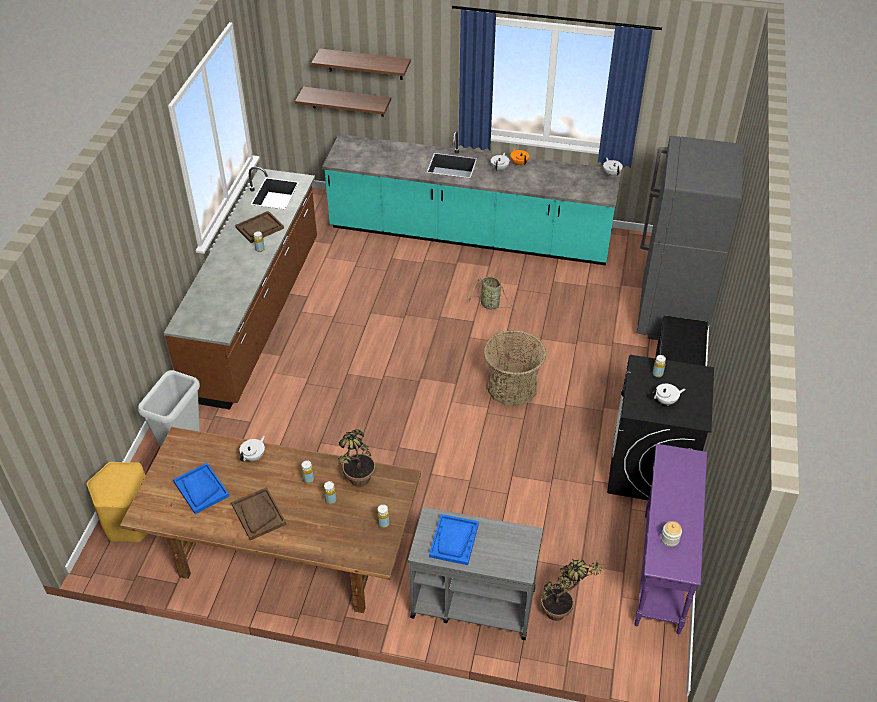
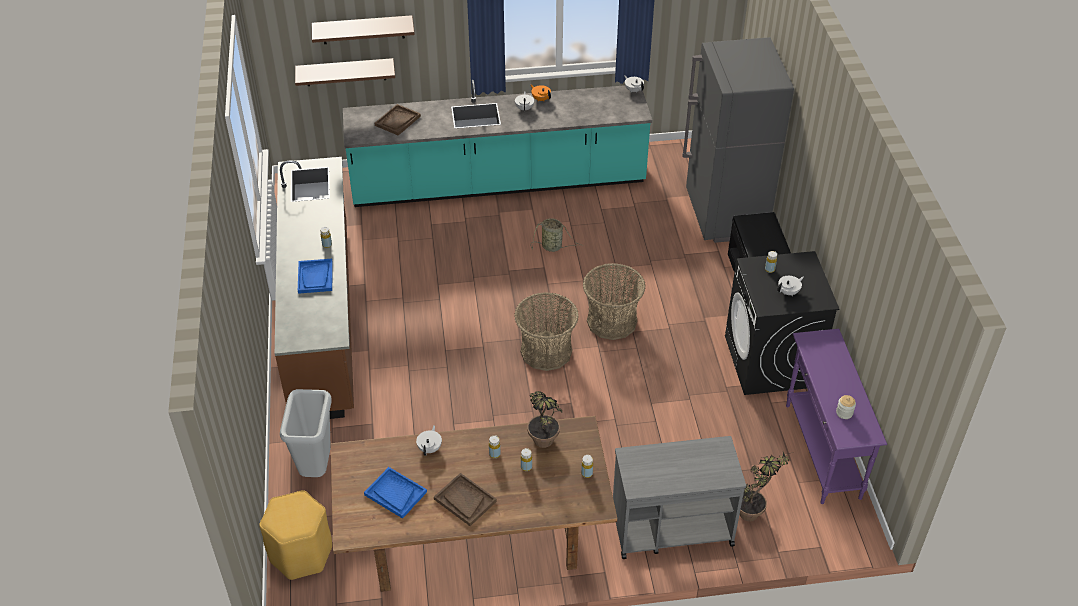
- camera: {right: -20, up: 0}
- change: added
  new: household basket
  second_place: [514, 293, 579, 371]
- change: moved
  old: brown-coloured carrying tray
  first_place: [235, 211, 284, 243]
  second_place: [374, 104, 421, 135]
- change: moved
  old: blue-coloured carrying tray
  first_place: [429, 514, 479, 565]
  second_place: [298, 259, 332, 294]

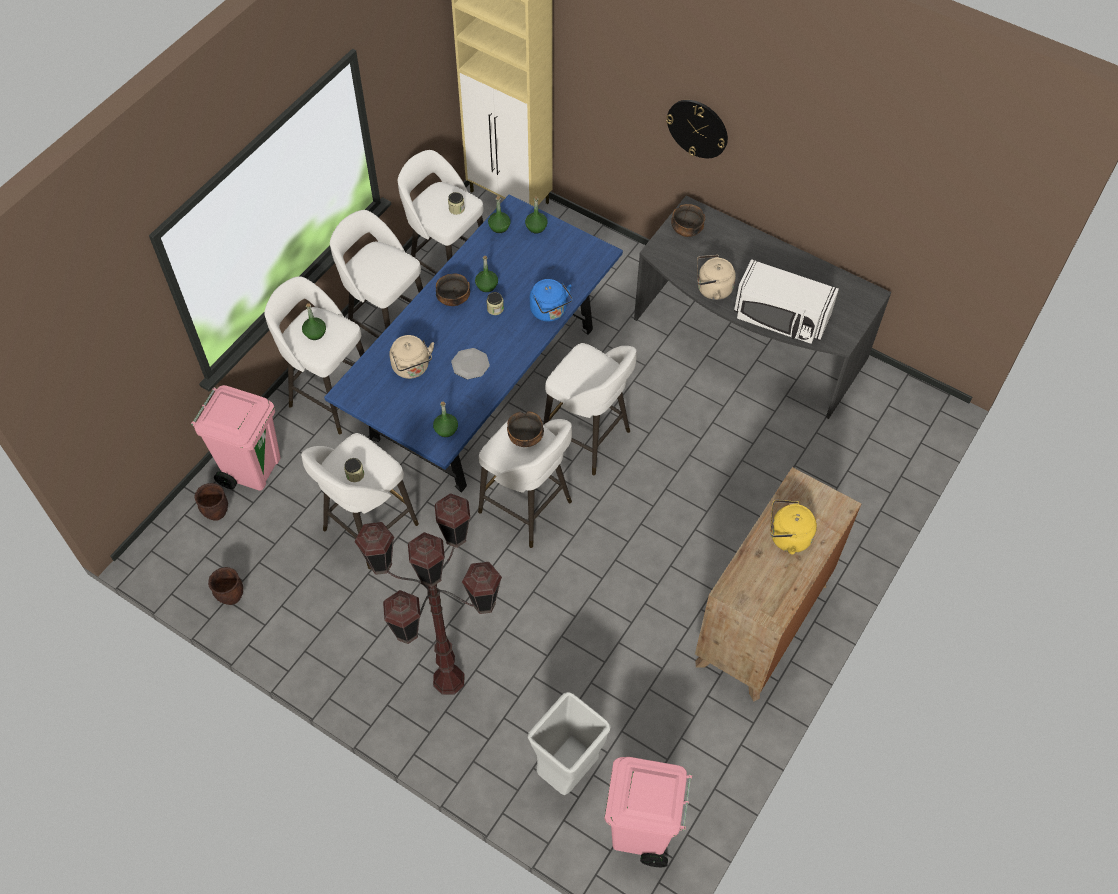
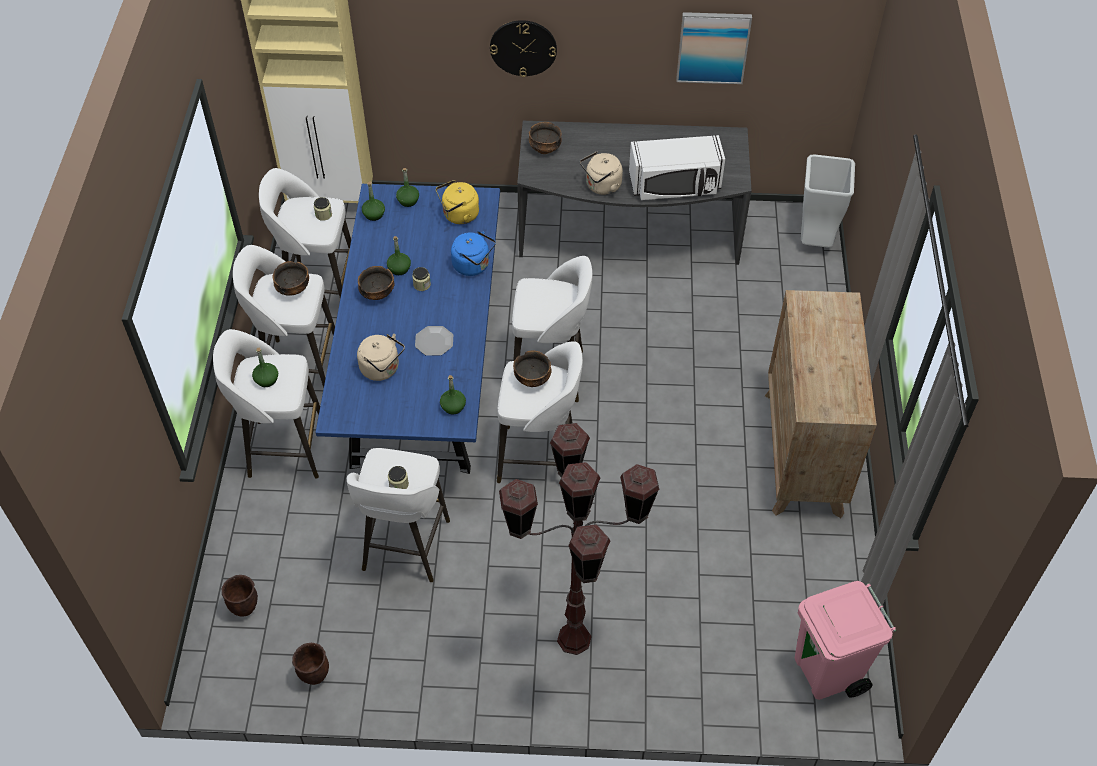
- camera: {right: -30, up: -5}
- change: removed
  old: pink-coloured waste bin
  first_place: [191, 385, 281, 491]
- change: added
  new: serving bowl
  second_place: [273, 261, 309, 296]
- change: added
  new: wall picture
  second_place: [676, 12, 752, 84]
- change: moved
  old: grey waste bin
  first_place: [528, 692, 611, 795]
  second_place: [801, 154, 855, 248]
- change: moved
  old: yellow water kettle
  first_place: [770, 500, 817, 555]
  second_place: [436, 180, 479, 224]

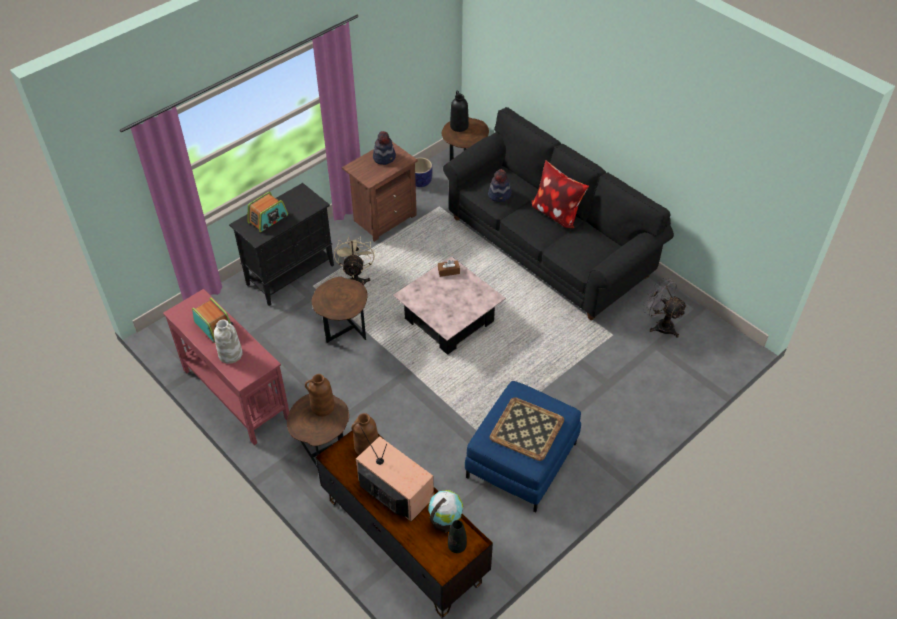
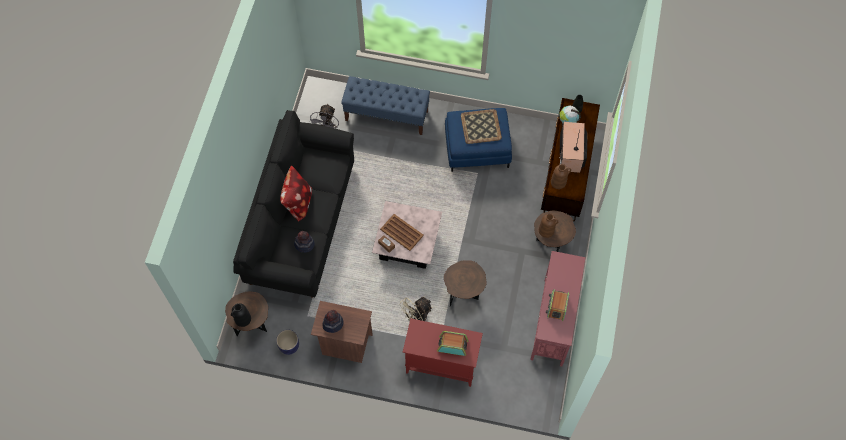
- camera: {right: -125, up: 15}
- change: removed
  old: white-coloured vase
  first_place: [214, 320, 243, 364]
- change: added
  new: blue-coloured indoor bench
  second_place: [341, 76, 430, 135]
- change: added
  new: brown-coloured carrying tray
  second_place: [380, 214, 424, 251]
- change: recoloured
  old: black cupboard
  new: red cupboard
  first_place: [229, 183, 334, 306]
  second_place: [403, 318, 483, 387]

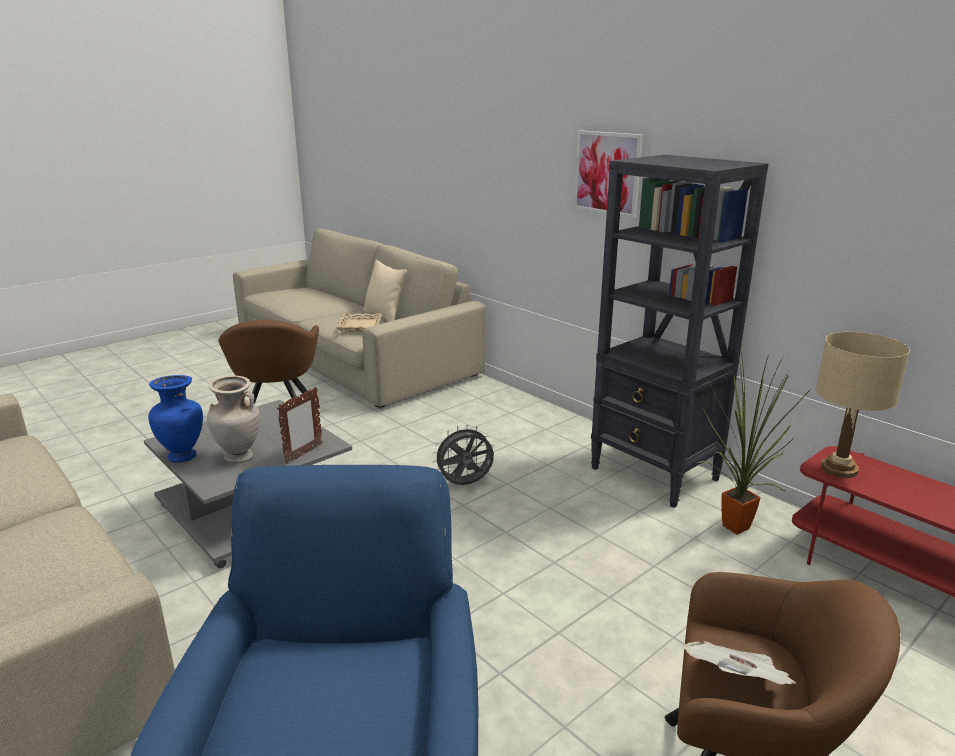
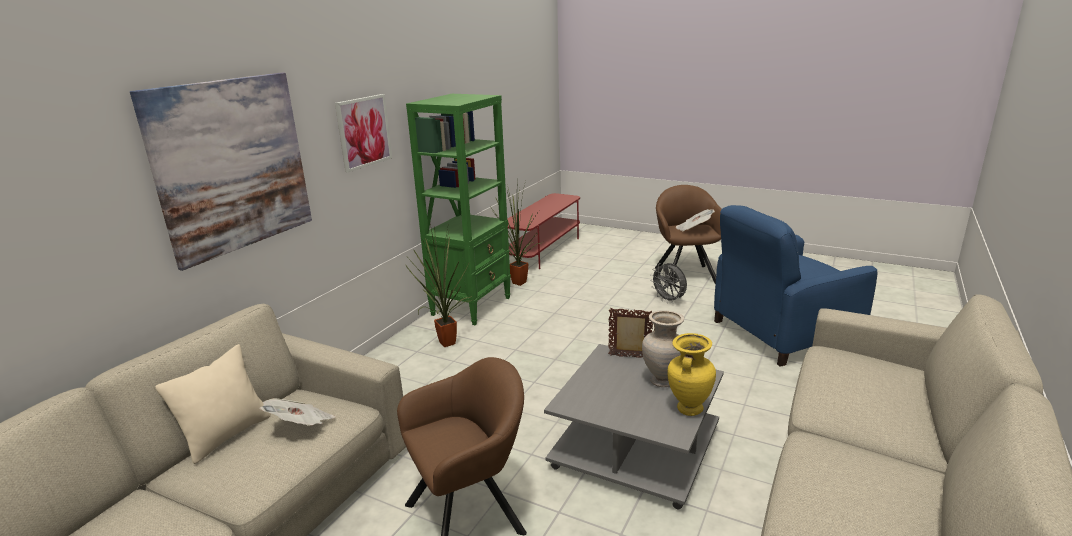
- camera: {right: -110, up: 0}
- change: removed
  old: beige table lamp
  first_place: [816, 332, 910, 478]
- change: added
  new: wall picture
  second_place: [130, 73, 312, 271]
- change: added
  new: potted plant
  second_place: [406, 224, 472, 347]
- change: moved
  old: grey fan
  first_place: [432, 425, 494, 485]
  second_place: [650, 263, 687, 303]
- change: replaced
  old: beige carrying tray
  new: daily paper
  first_place: [336, 313, 382, 332]
  second_place: [260, 398, 335, 426]
- change: recoloured
  old: blue-coloured vase
  new: yellow vase
  first_place: [148, 375, 203, 463]
  second_place: [667, 333, 716, 416]
- change: recoloured
  old: black bookshelf
  new: green-coloured bookshelf
  first_place: [591, 155, 768, 508]
  second_place: [406, 94, 511, 325]

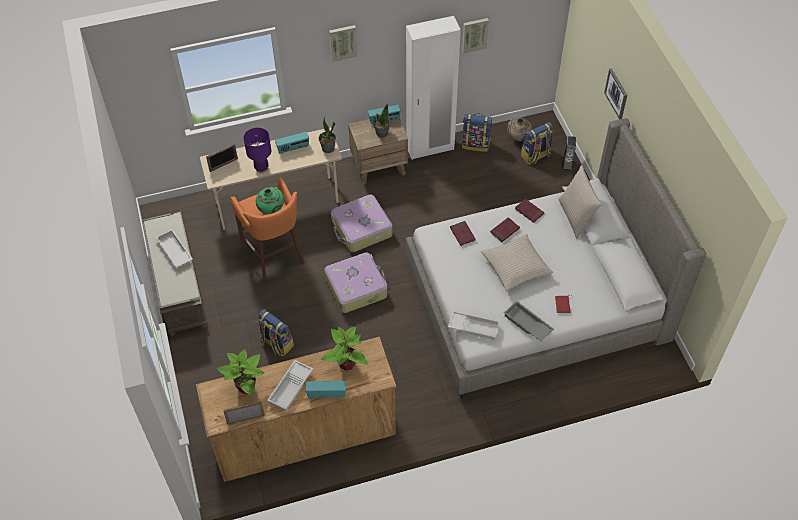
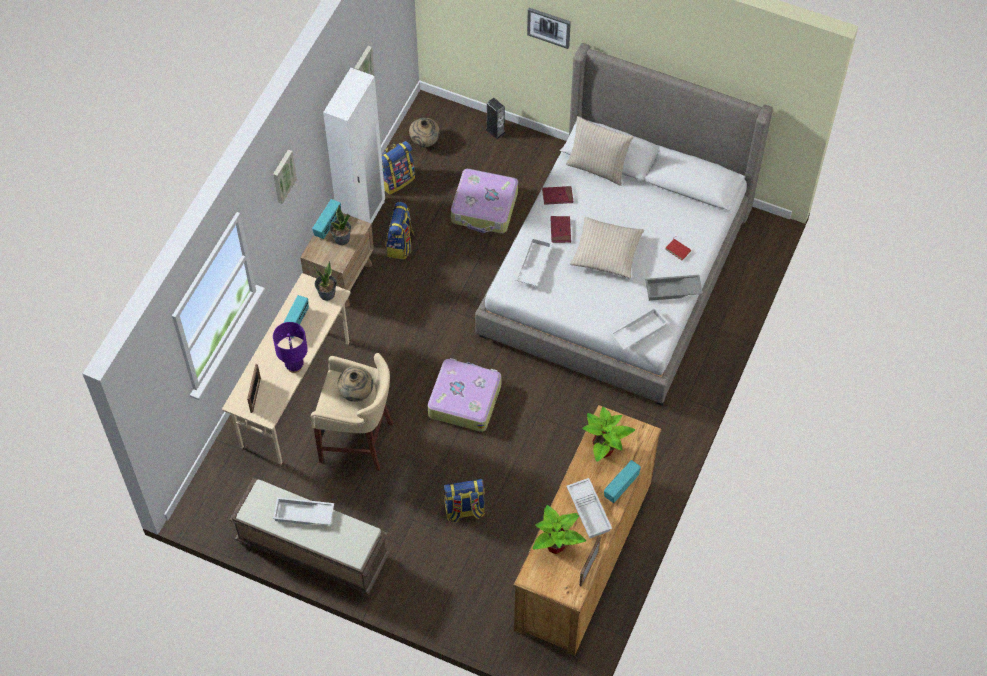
- camera: {right: -50, up: 5}
- change: moved
  old: suitcase
  first_place: [331, 194, 393, 252]
  second_place: [451, 169, 518, 233]
- change: moved
  old: backpack
  first_place: [521, 122, 554, 165]
  second_place: [385, 202, 415, 259]
- change: replaced
  old: red book
  new: white-coloured carrying tray
  first_place: [450, 221, 476, 246]
  second_place: [515, 237, 553, 286]
- change: recoloured
  old: orangey sitting stool
  new: beige sitting stool
  first_place: [231, 178, 304, 280]
  second_place: [311, 353, 393, 471]
- change: recoloured
  old: green-coloured vase
  new: beige vase
  first_place: [256, 187, 284, 215]
  second_place: [338, 366, 374, 402]

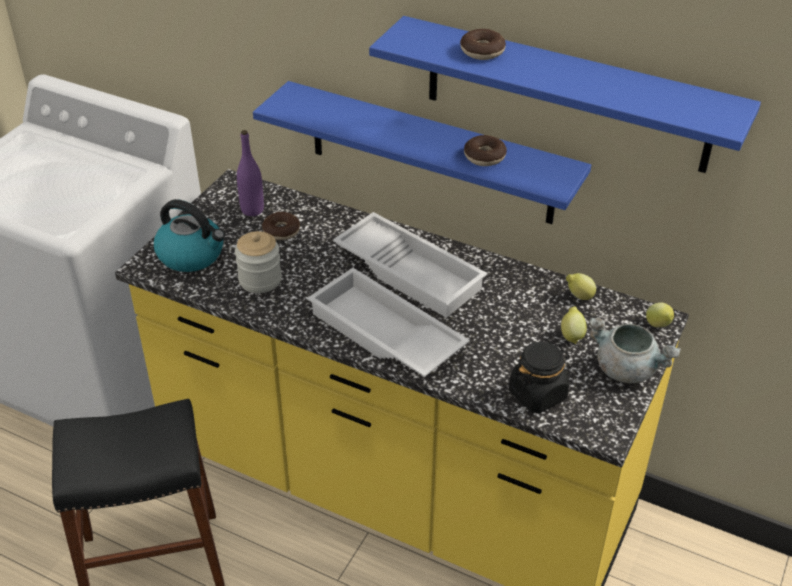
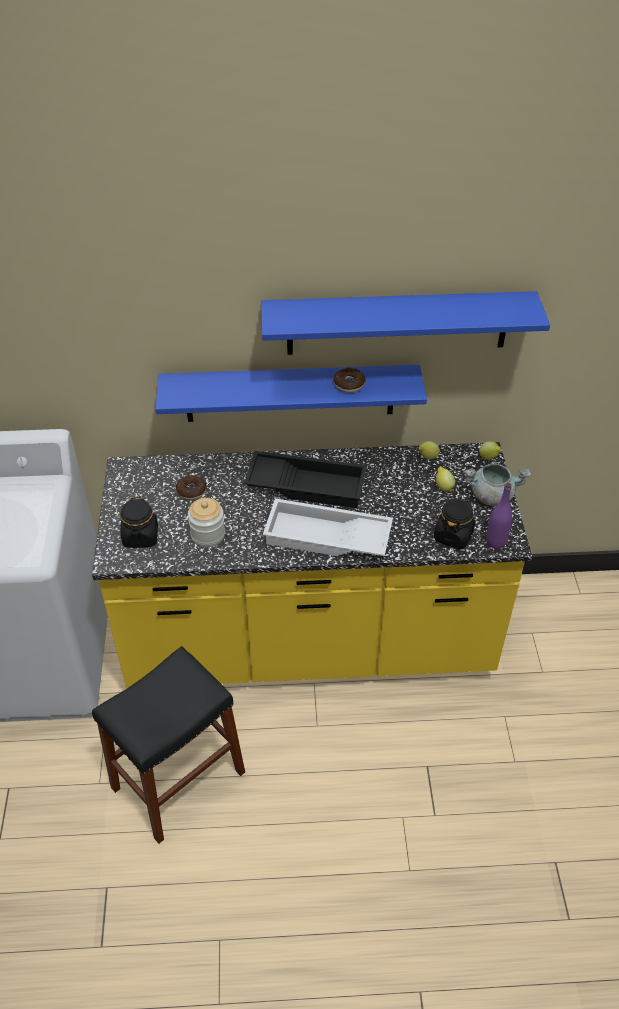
- camera: {right: -30, up: 5}
- change: removed
  old: ring doughnut
  first_place: [460, 29, 506, 60]
- change: moved
  old: purple-coloured bottle
  first_place: [237, 130, 264, 216]
  second_place: [486, 483, 512, 549]
- change: replaced
  old: water kettle
  new: black storage jar
  first_place: [154, 199, 225, 272]
  second_place: [120, 497, 158, 548]
- change: recoloured
  old: white-coloured carrying tray
  new: black carrying tray
  first_place: [333, 212, 487, 318]
  second_place: [244, 451, 367, 508]

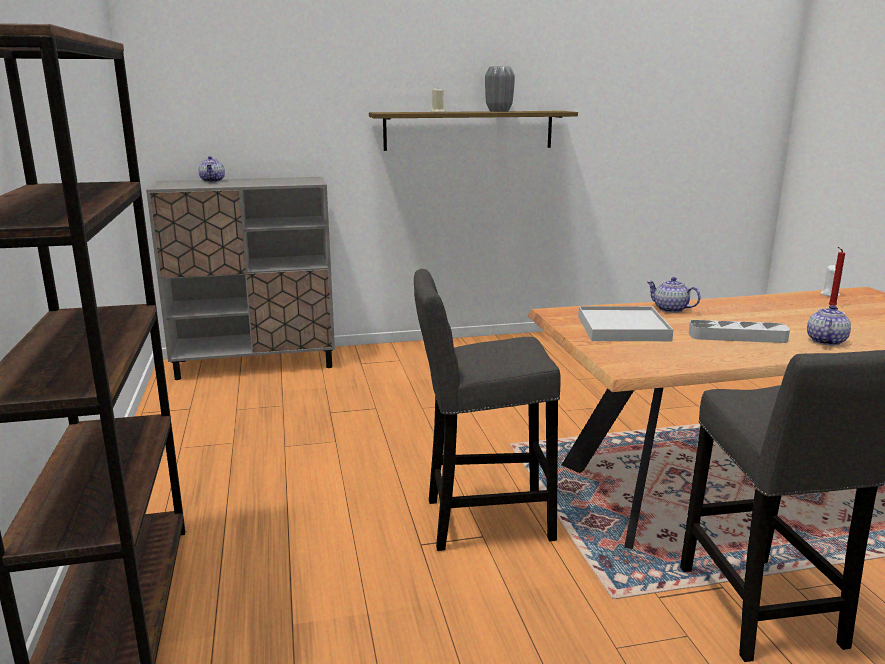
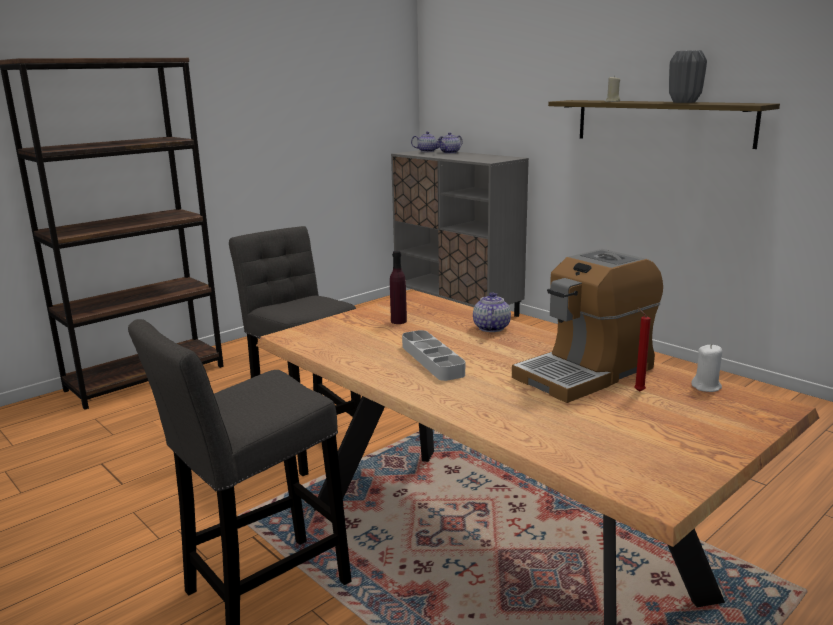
- camera: {right: 60, up: 0}
- change: added
  new: coffee maker
  second_place: [512, 249, 663, 403]
- change: moved
  old: tea pot
  first_place: [807, 305, 851, 346]
  second_place: [411, 132, 443, 152]
- change: replaced
  old: white-coloured carrying tray
  new: purple-coloured bottle
  first_place: [578, 306, 674, 341]
  second_place: [390, 251, 407, 324]

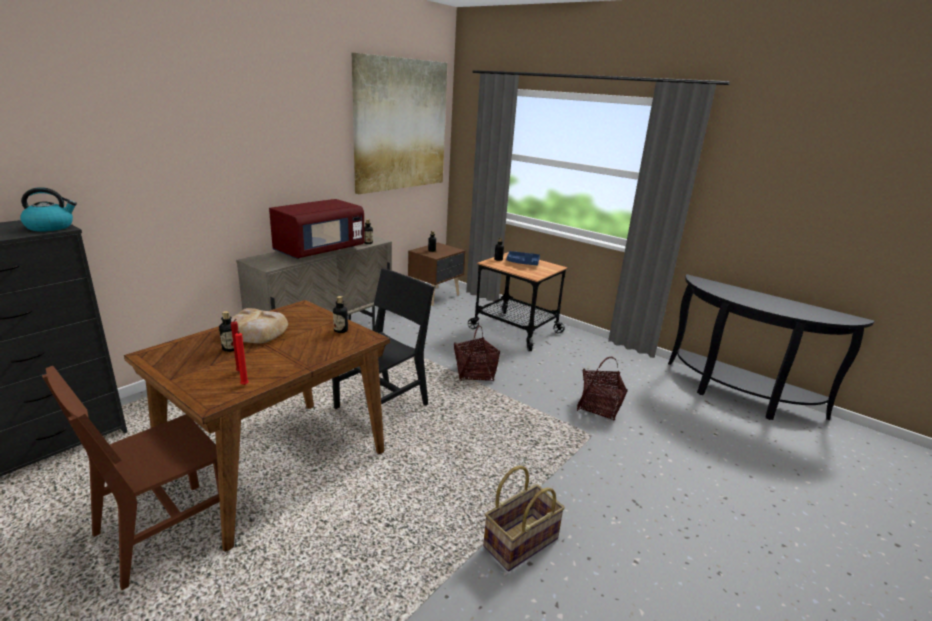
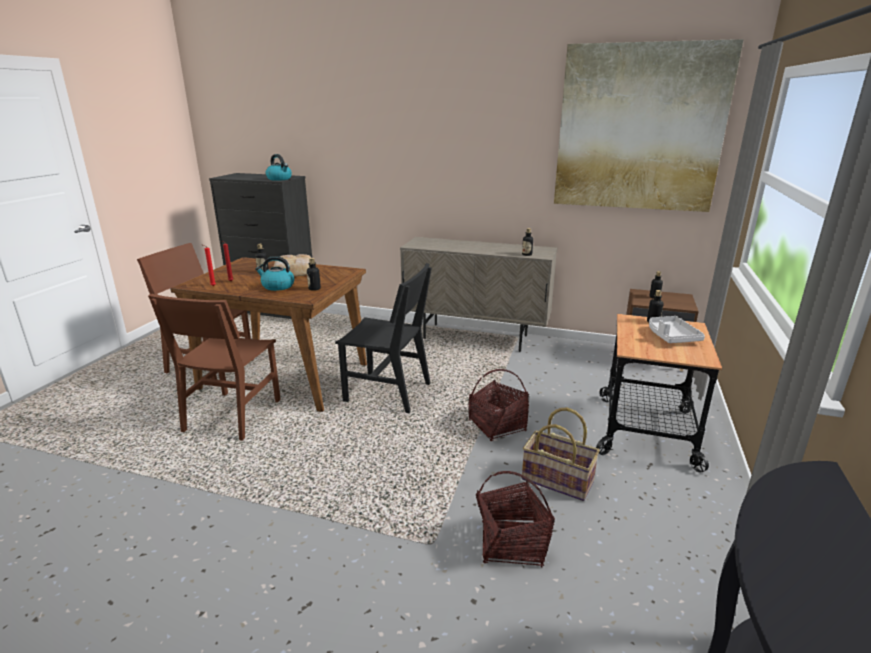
- camera: {right: 70, up: 0}
- change: removed
  old: red kitchen microwave
  first_place: [269, 199, 365, 259]
- change: added
  new: brown-coloured plain chair
  second_place: [148, 294, 281, 440]
- change: added
  new: water kettle
  second_place: [255, 256, 295, 291]
- change: moved
  old: household basket
  first_place: [483, 465, 565, 572]
  second_place: [522, 408, 600, 501]
- change: recoloured
  old: blue-coloured carrying tray
  new: grey carrying tray
  first_place: [506, 251, 540, 265]
  second_place: [649, 316, 705, 343]

